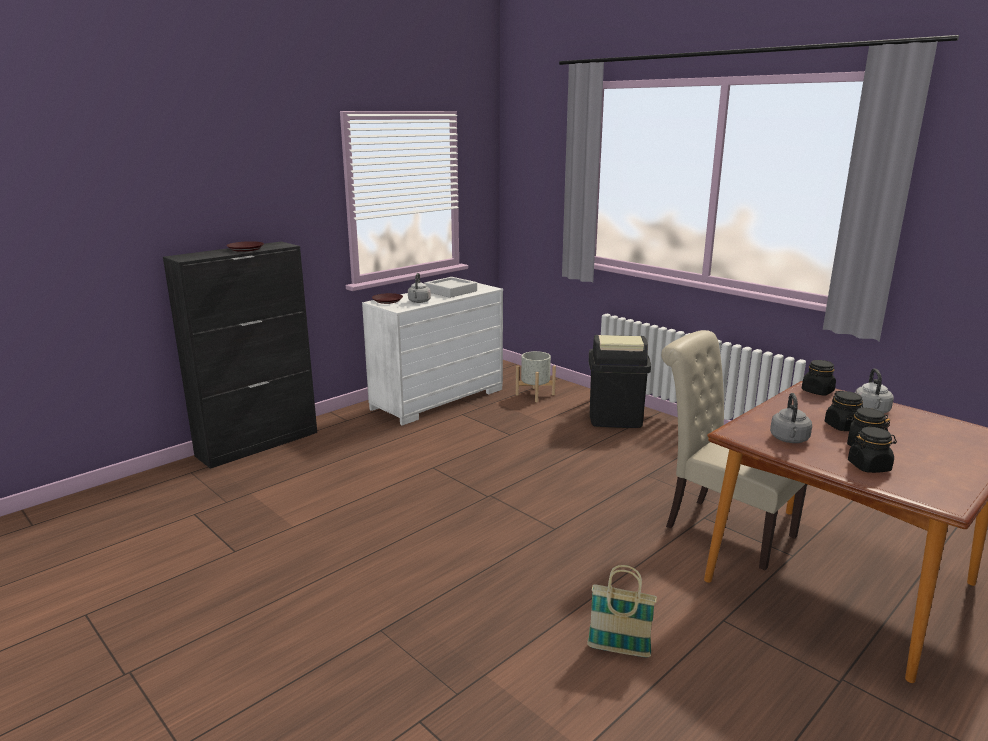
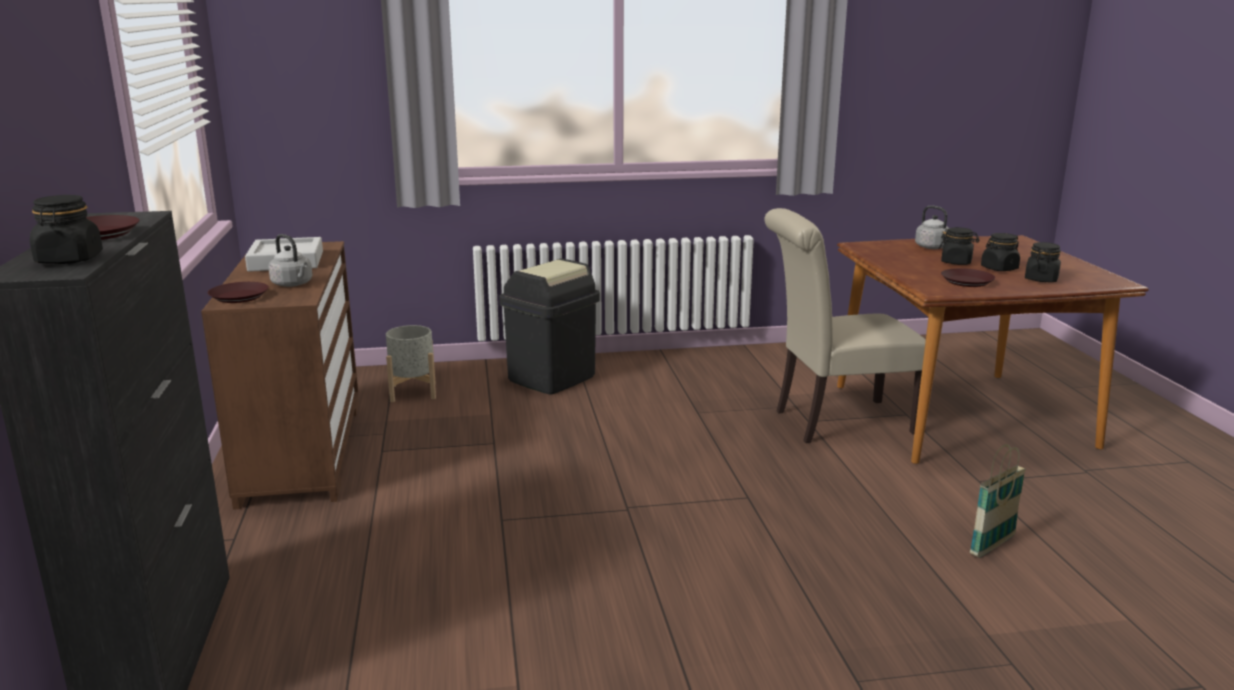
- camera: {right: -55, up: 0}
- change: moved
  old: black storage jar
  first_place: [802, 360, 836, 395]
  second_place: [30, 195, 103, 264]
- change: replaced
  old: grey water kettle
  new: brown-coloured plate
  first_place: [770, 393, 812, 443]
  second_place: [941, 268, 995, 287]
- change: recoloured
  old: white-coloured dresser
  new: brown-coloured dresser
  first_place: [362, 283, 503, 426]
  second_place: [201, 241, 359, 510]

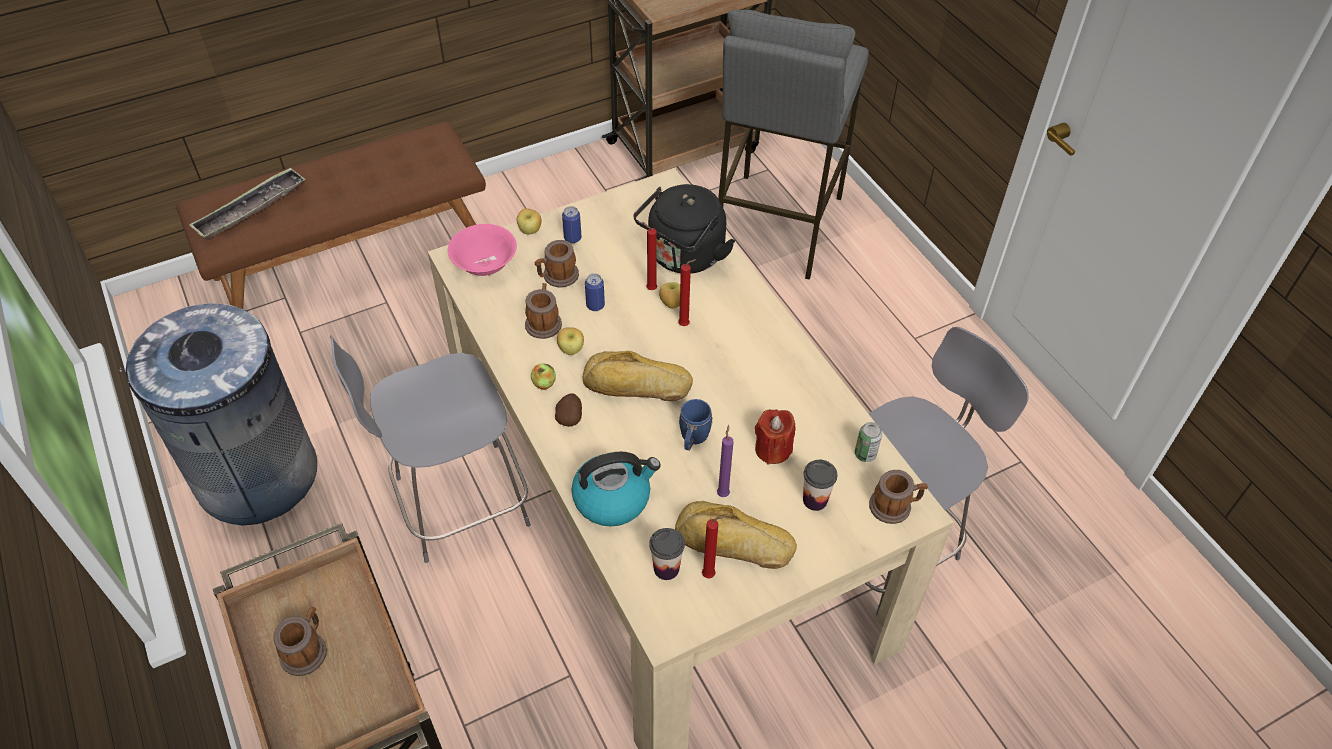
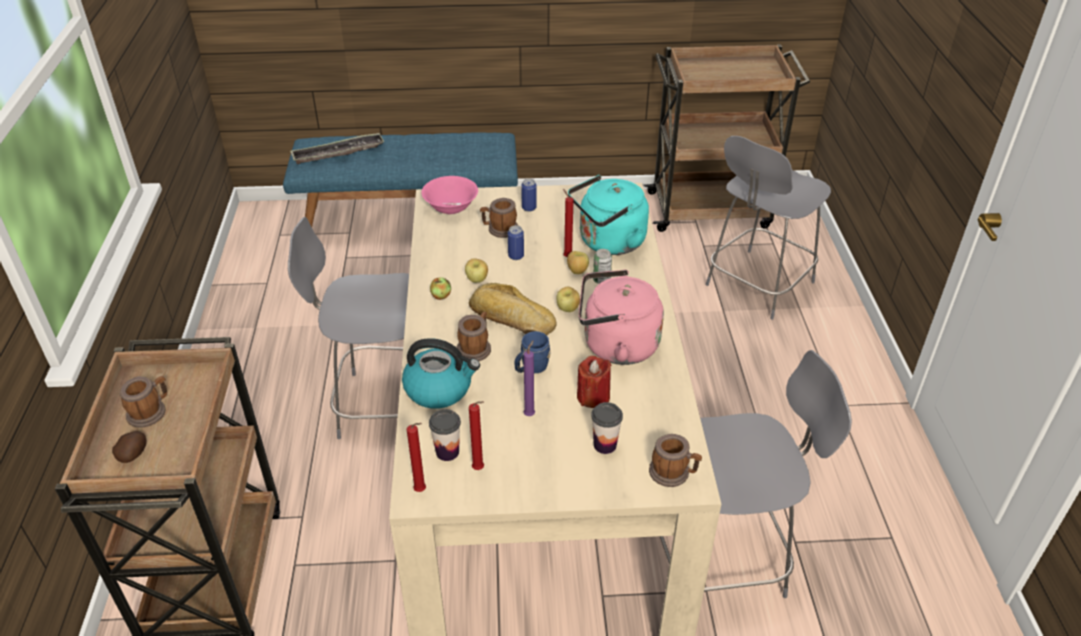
- camera: {right: 25, up: -10}
- change: removed
  old: grey waste bin
  first_place: [119, 303, 317, 526]
- change: removed
  old: bread
  first_place: [675, 501, 797, 569]
- change: added
  new: pink-coloured water kettle
  second_place: [579, 270, 664, 365]
- change: moved
  old: apple
  first_place: [517, 208, 542, 234]
  second_place: [557, 287, 580, 312]
- change: moved
  old: tea mug
  first_place: [525, 283, 562, 339]
  second_place: [456, 312, 491, 361]
- change: moved
  old: whole potato
  first_place: [555, 393, 582, 427]
  second_place: [112, 431, 147, 463]
- change: moved
  old: red wax candle
  first_place: [678, 259, 696, 326]
  second_place: [407, 423, 426, 492]
- change: moved
  old: can
  first_place: [855, 422, 882, 462]
  second_place: [593, 249, 612, 284]
- change: replaced
  old: grey sitting stool
  new: grey plain chair
  first_place: [718, 10, 869, 280]
  second_place: [706, 136, 831, 320]
- change: recoloured
  old: brown-coloured indoor bench
  new: blue-coloured indoor bench
  first_place: [176, 121, 486, 309]
  second_place: [283, 132, 518, 227]
- change: recoloured
  old: black water kettle
  new: blue-green water kettle
  first_place: [634, 184, 735, 274]
  second_place: [568, 175, 649, 255]

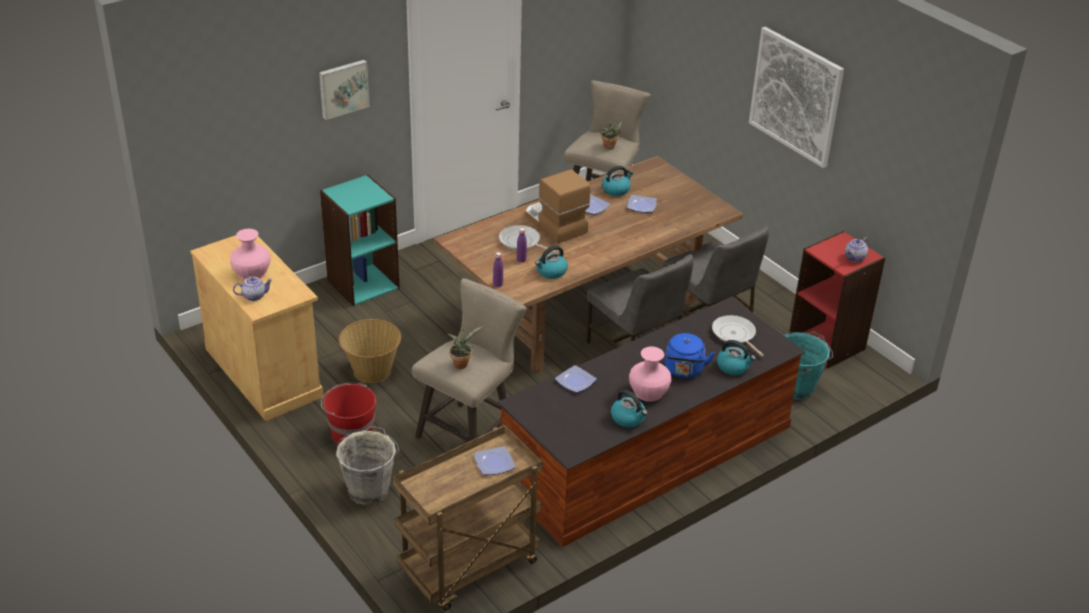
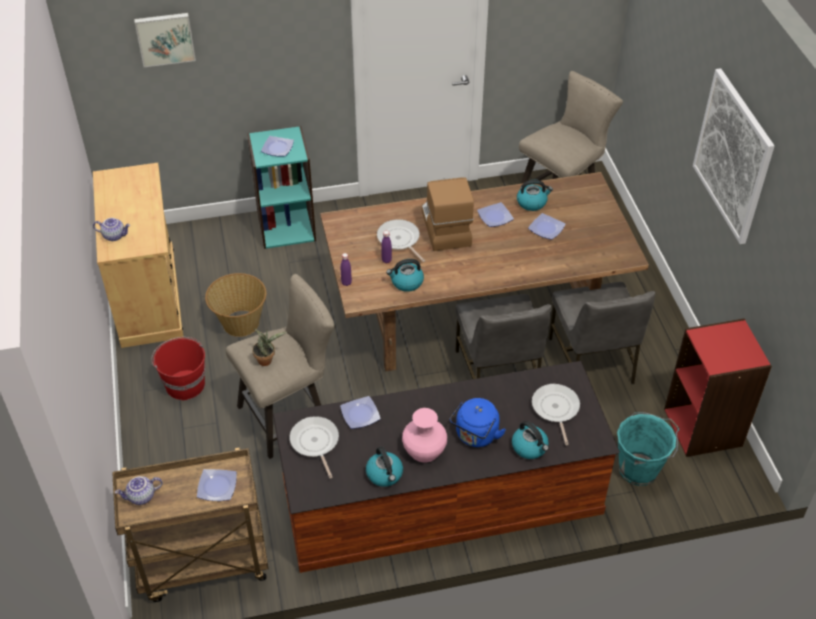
- camera: {right: 25, up: 10}
- change: removed
  old: pink-coloured vase
  first_place: [230, 229, 270, 280]
- change: removed
  old: grey water bucket
  first_place: [336, 426, 400, 506]
- change: removed
  old: potted plant
  first_place: [601, 121, 623, 149]
- change: added
  new: plate
  second_place: [261, 136, 294, 156]
- change: added
  new: frying pan
  second_place: [289, 416, 339, 479]
- change: moved
  old: wall picture
  first_place: [319, 60, 370, 120]
  second_place: [134, 13, 196, 67]
- change: moved
  old: tea pot
  first_place: [845, 237, 868, 262]
  second_place: [115, 476, 163, 505]

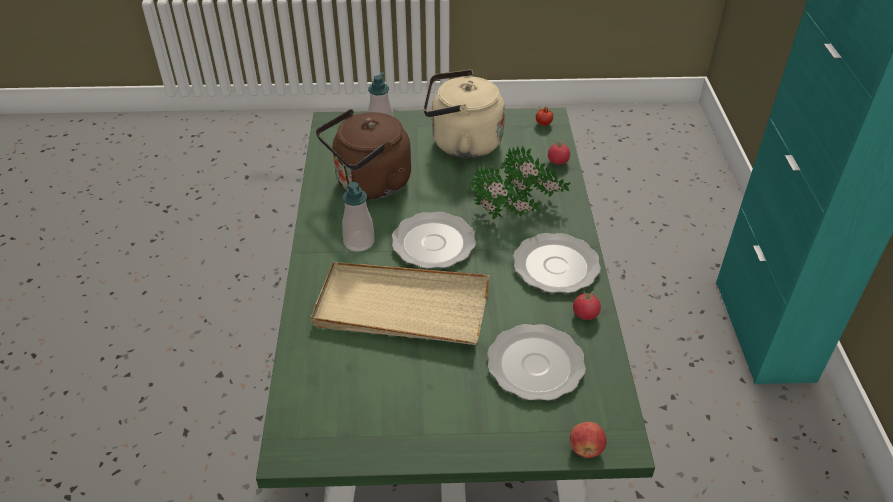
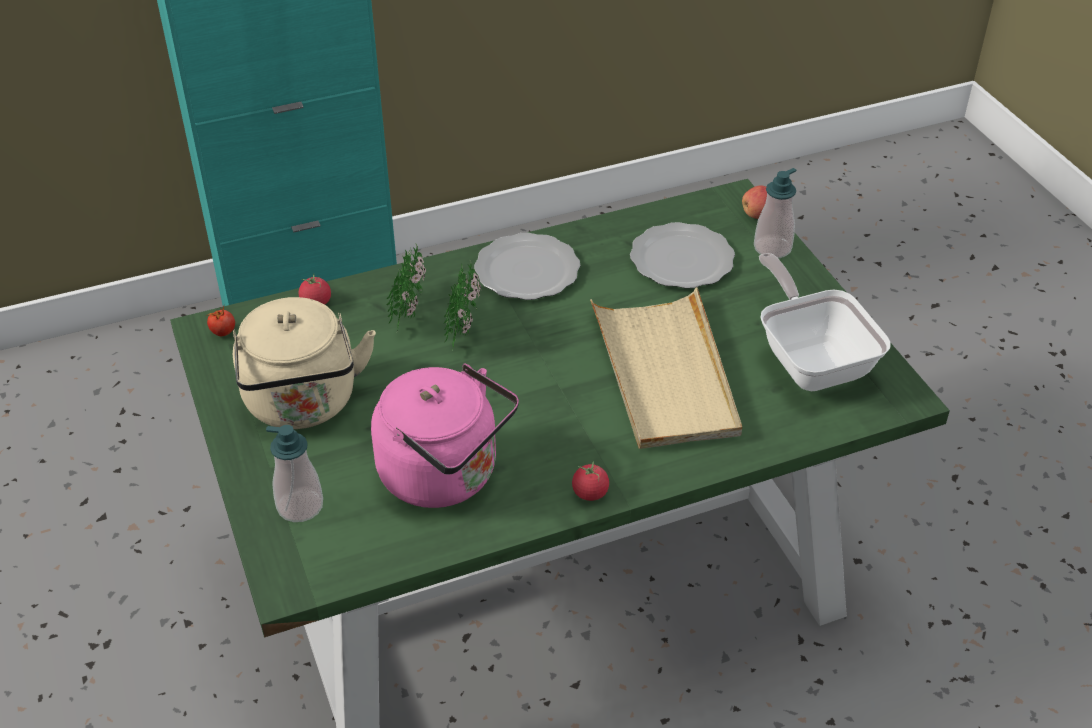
- camera: {right: -110, up: 0}
- change: removed
  old: plate
  first_place: [392, 212, 476, 269]
- change: added
  new: frying pan
  second_place: [759, 253, 891, 391]
- change: moved
  old: soap bottle
  first_place: [342, 182, 375, 252]
  second_place: [754, 168, 796, 259]
- change: moved
  old: tomato
  first_place: [573, 291, 601, 320]
  second_place: [572, 462, 609, 501]
- change: recoloured
  old: brown-coloured water kettle
  new: pink-coloured water kettle
  first_place: [316, 109, 411, 199]
  second_place: [371, 363, 519, 508]

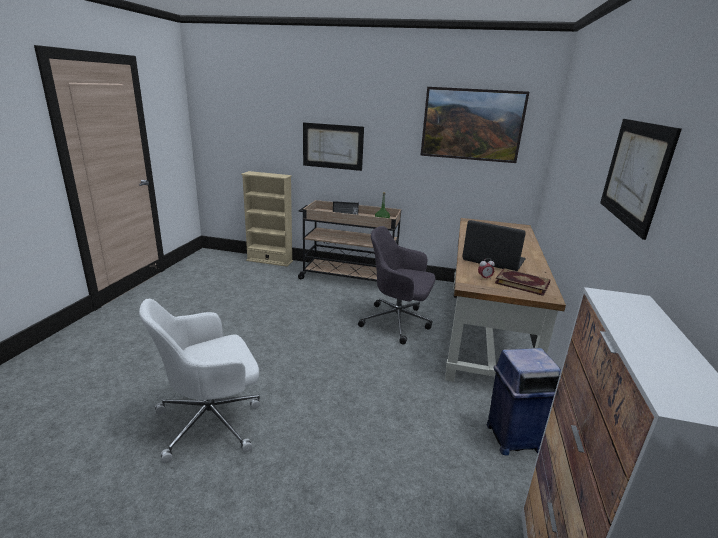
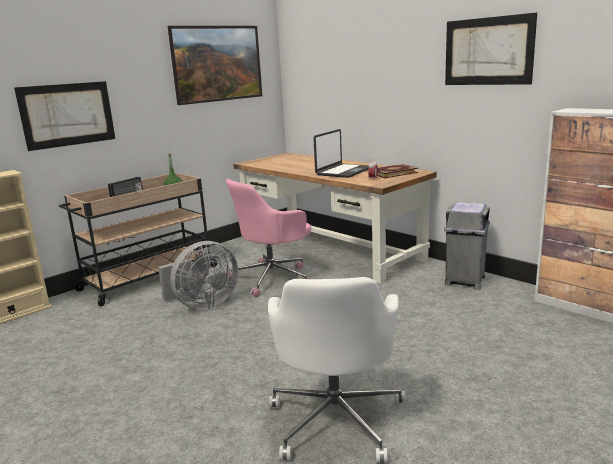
- camera: {right: -55, up: -5}
- change: added
  new: grey fan
  second_place: [158, 241, 238, 310]
- change: recoloured
  old: grey desk chair
  new: pink-coloured desk chair
  first_place: [358, 226, 435, 344]
  second_place: [226, 179, 311, 297]
- change: recoloured
  old: blue-coloured waste bin
  new: grey waste bin
  first_place: [487, 348, 561, 455]
  second_place: [444, 202, 490, 290]
- change: turned
  old: notebook computer
  first_place: [462, 220, 526, 271]
  second_place: [313, 129, 369, 178]
  degrees: 150

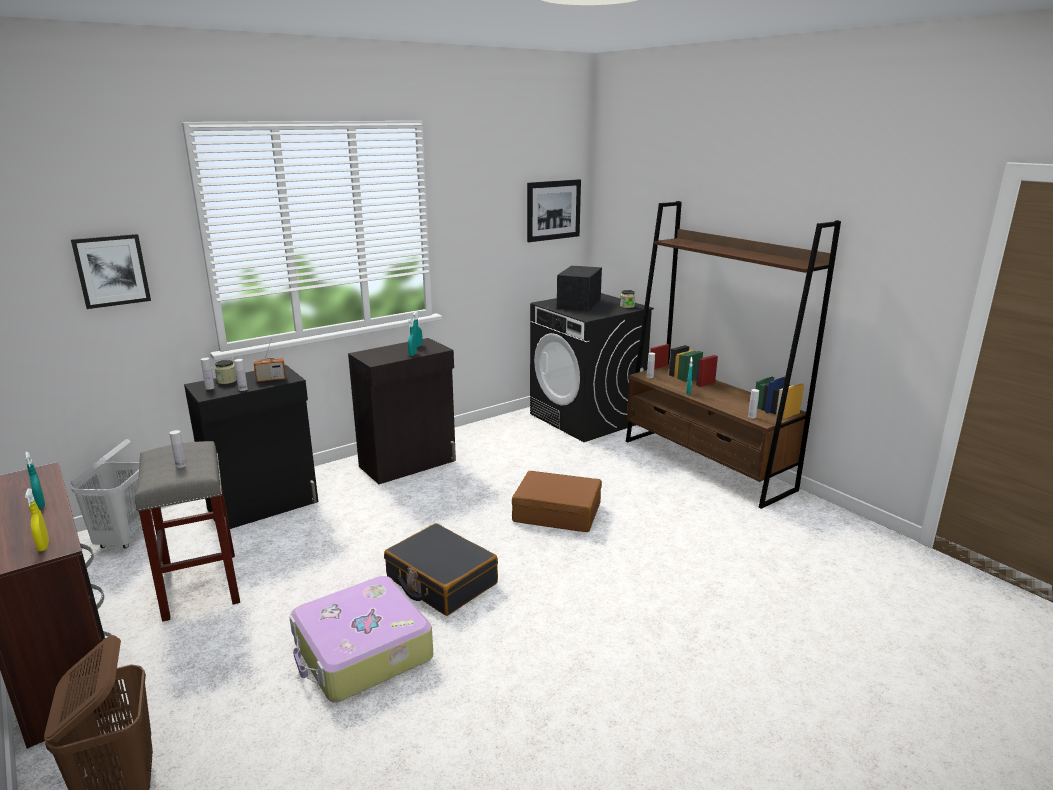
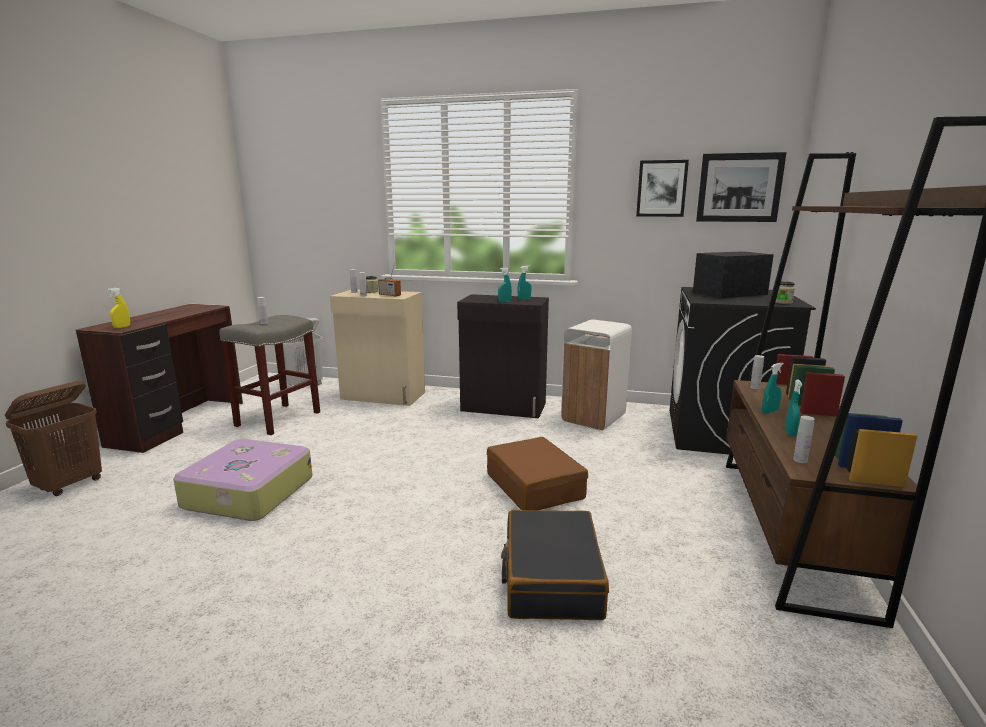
- camera: {right: 50, up: -5}
- change: added
  new: white-coloured waste bin
  second_place: [561, 319, 632, 431]
- change: moved
  old: blue-green hand sprayer
  first_place: [25, 452, 45, 509]
  second_place: [785, 379, 802, 437]
- change: moved
  old: wall picture
  first_place: [71, 234, 151, 309]
  second_place: [636, 160, 689, 217]
- change: moved
  old: black suitcase
  first_place: [384, 523, 498, 616]
  second_place: [501, 510, 609, 620]
- change: recoloured
  old: black cupboard
  new: beige cupboard
  first_place: [184, 365, 318, 529]
  second_place: [330, 290, 425, 406]

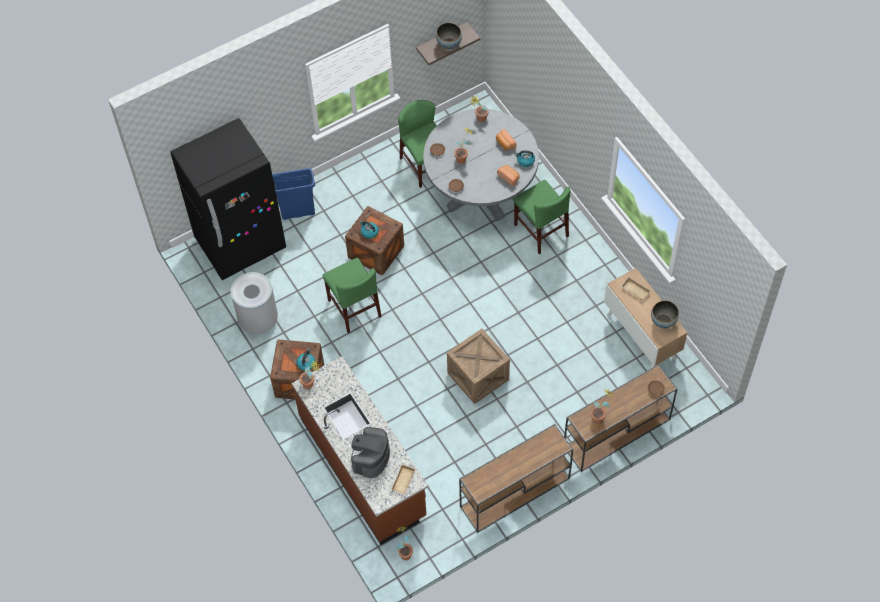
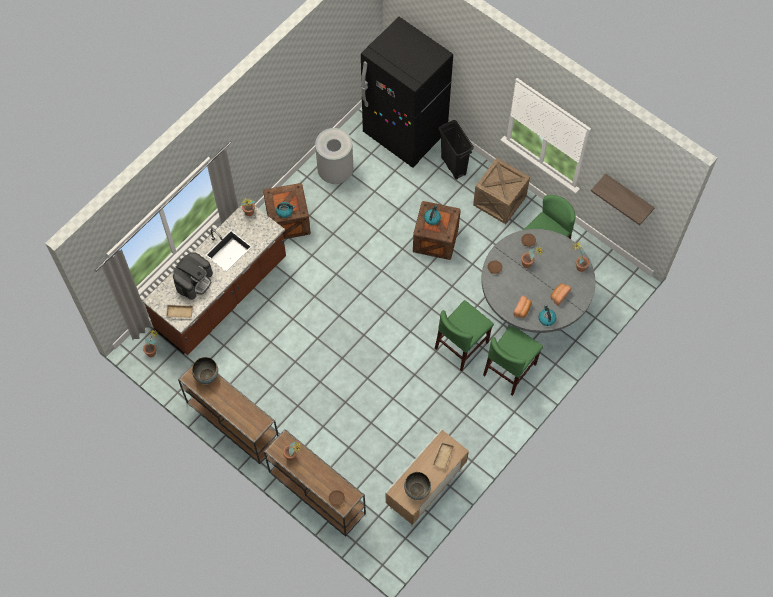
- camera: {right: 70, up: 5}
- change: moved
  old: green-coloured plain chair
  first_place: [323, 258, 382, 333]
  second_place: [435, 300, 494, 371]
- change: moved
  old: serving bowl
  first_place: [436, 23, 462, 50]
  second_place: [192, 357, 218, 384]
- change: moved
  old: packing crate
  first_place: [447, 329, 510, 404]
  second_place: [473, 158, 530, 224]
- change: recoloured
  old: blue-coloured waste bin
  new: black waste bin
  first_place: [272, 168, 316, 220]
  second_place: [439, 120, 474, 179]
- change: turned
  old: coffee maker
  first_place: [351, 427, 390, 478]
  second_place: [173, 252, 213, 300]
  degrees: 120

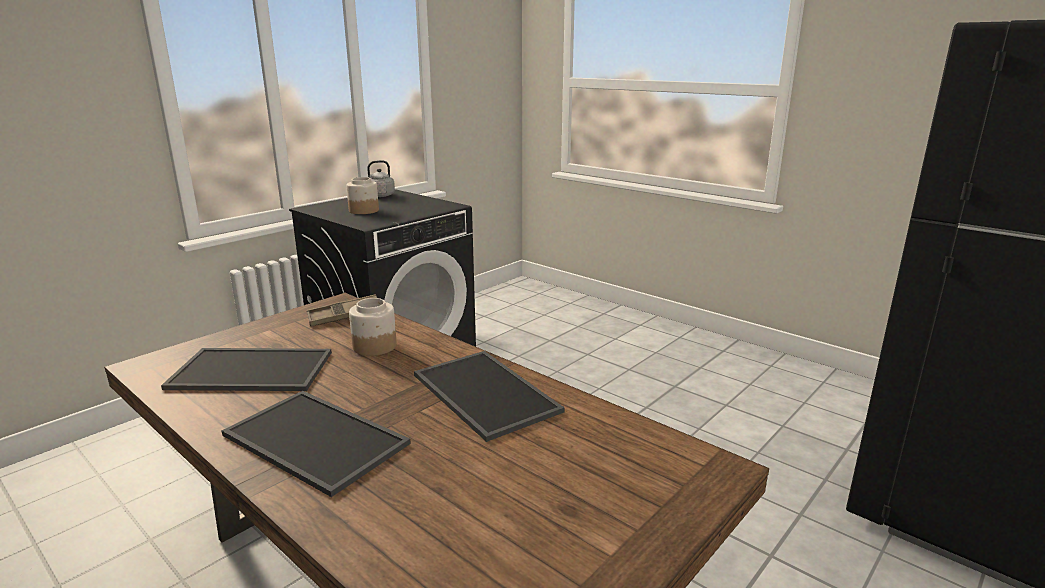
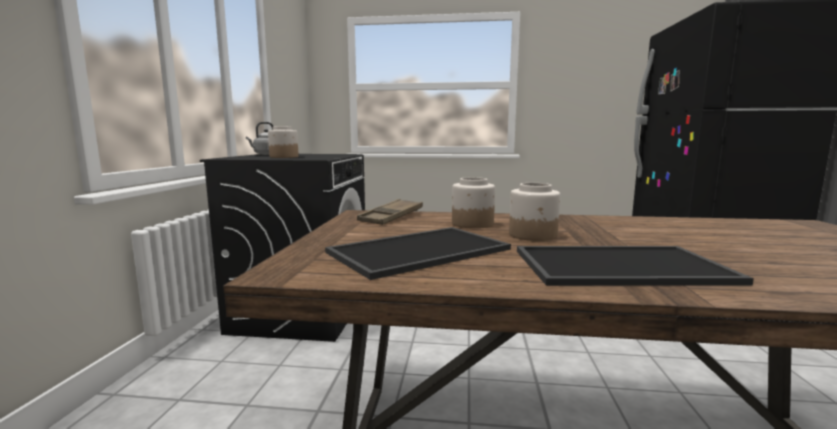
- camera: {right: -35, up: -10}
- change: removed
  old: carrying tray
  first_place: [414, 351, 565, 442]
- change: added
  new: storage jar
  second_place: [509, 183, 560, 241]

